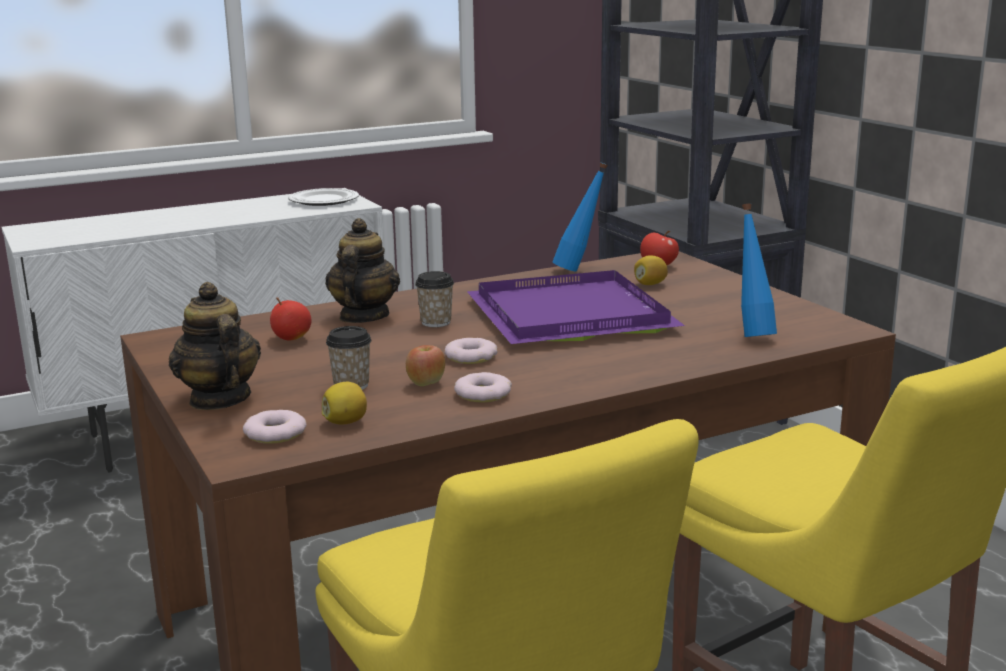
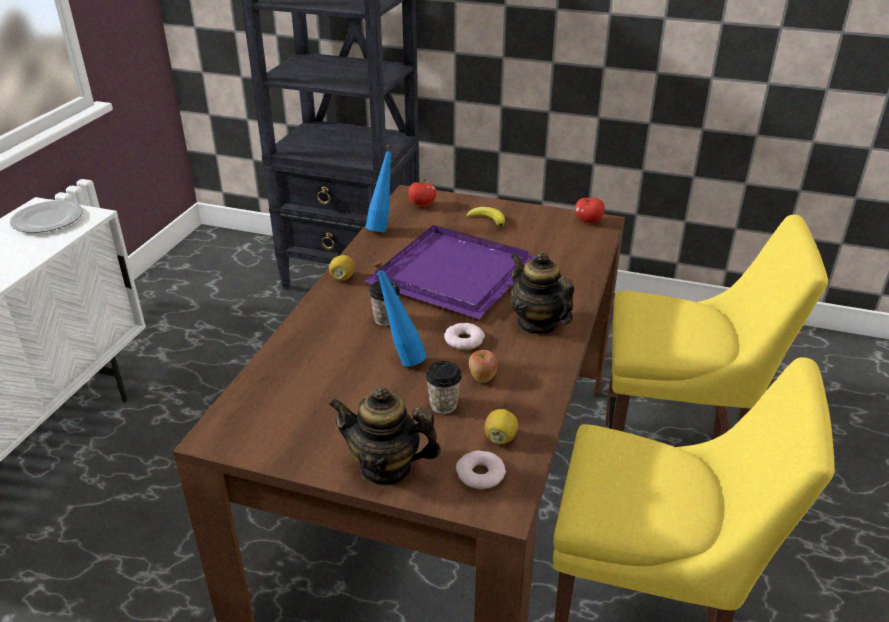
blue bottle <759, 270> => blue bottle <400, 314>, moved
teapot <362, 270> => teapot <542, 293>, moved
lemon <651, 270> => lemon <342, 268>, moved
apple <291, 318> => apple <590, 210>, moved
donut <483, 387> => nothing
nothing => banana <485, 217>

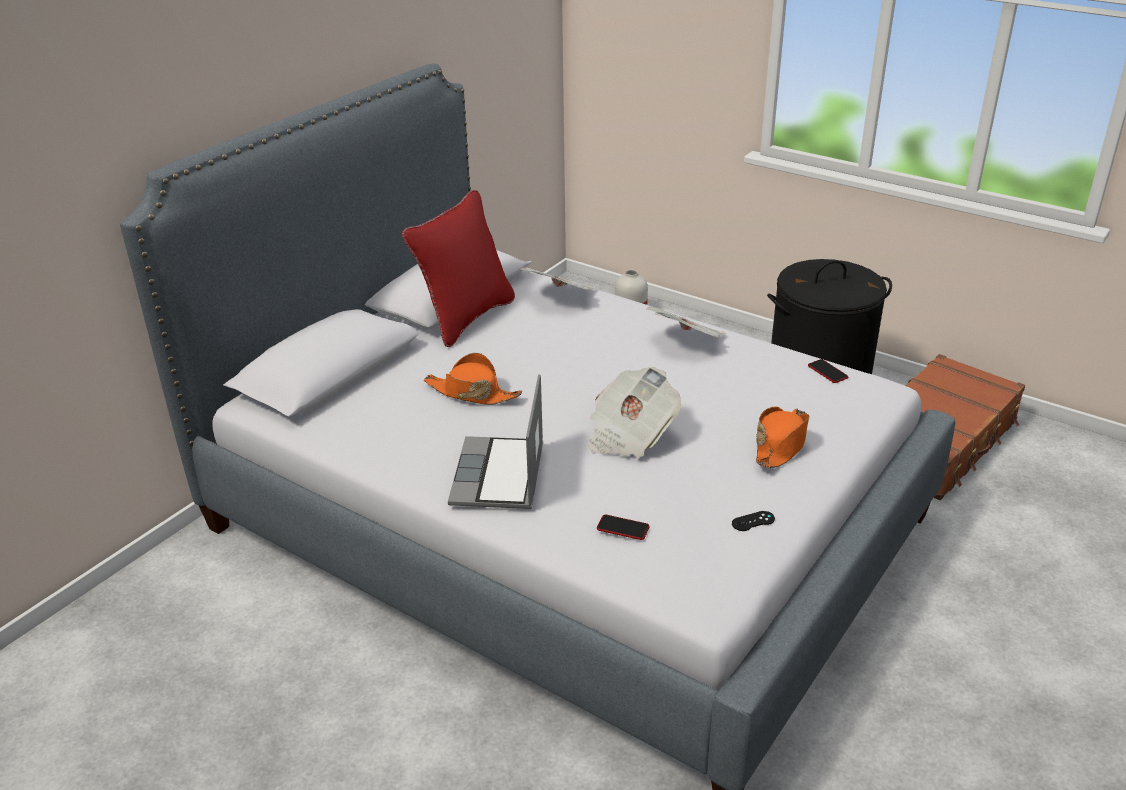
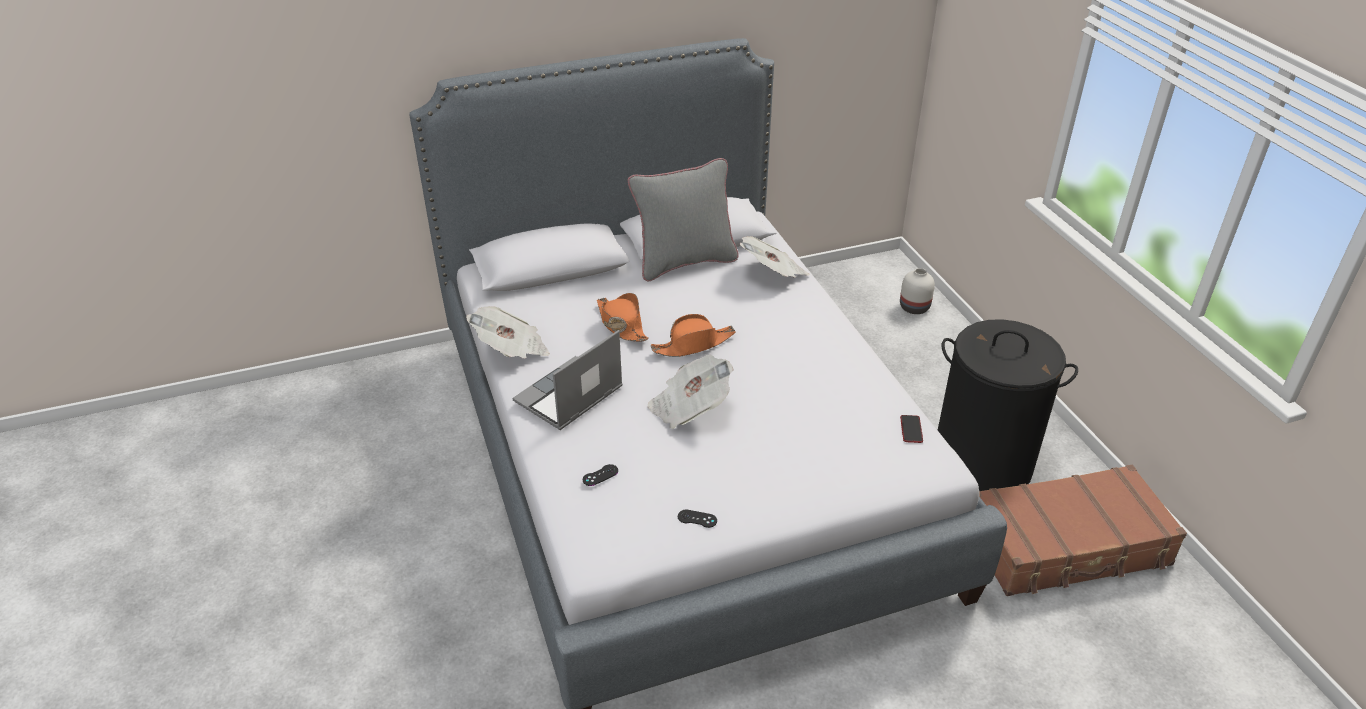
red pillow <458, 268> => grey pillow <683, 219>
newspaper <686, 322> => newspaper <508, 332>, moved
orange hat <783, 437> => orange hat <693, 335>, moved
phone <623, 527> => black game controller <600, 475>

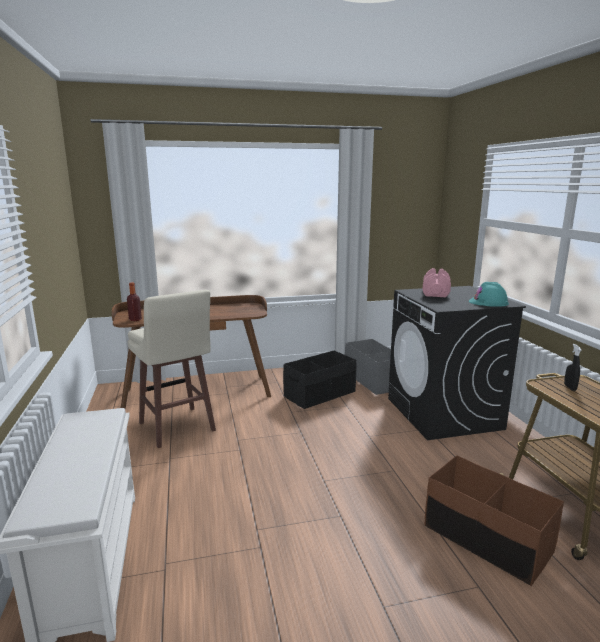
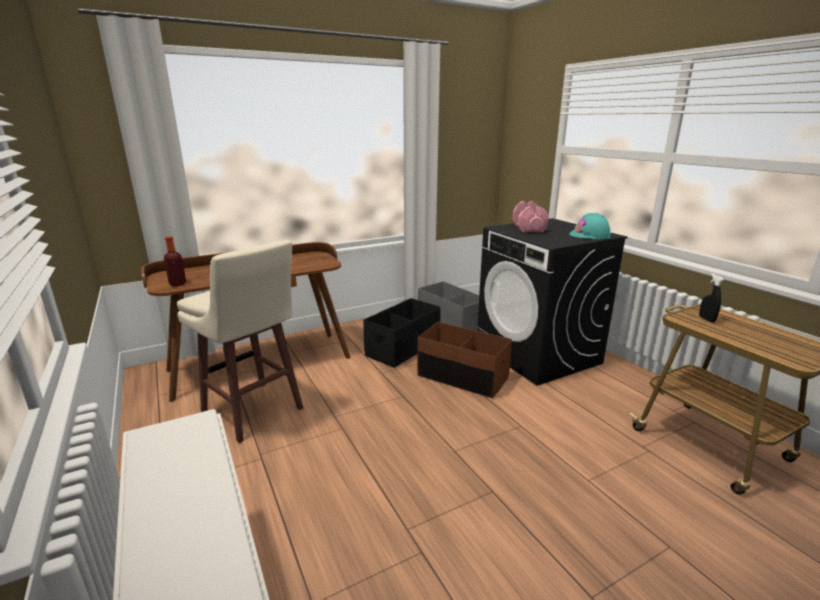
brown storage box <494, 521> => brown storage box <464, 360>, moved

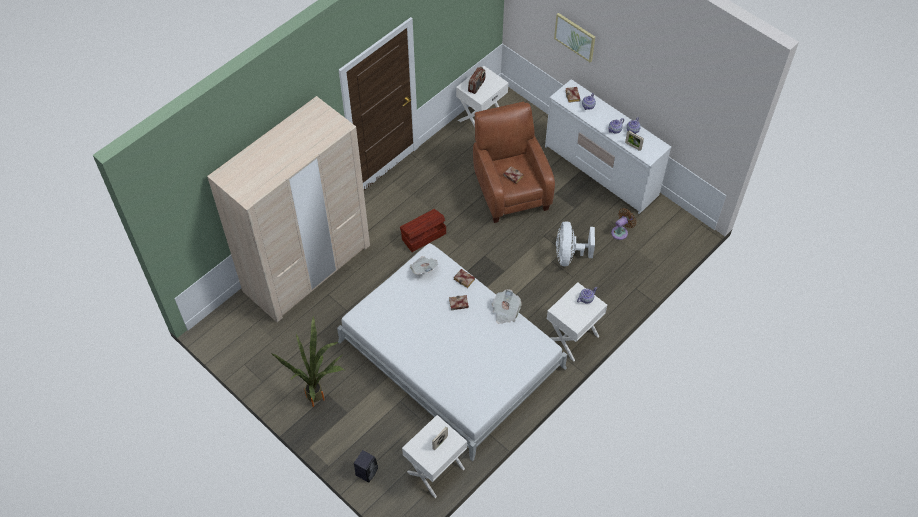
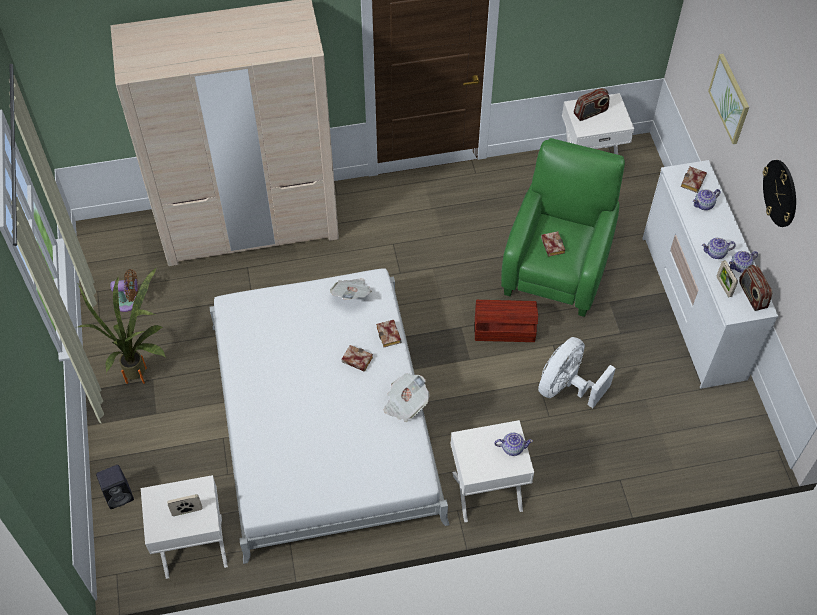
brown armchair <514, 162> => green armchair <563, 227>
brown fan <623, 224> => brown fan <124, 290>, moved
brown storage box <423, 230> => brown storage box <506, 321>, moved
nothing => wall clock <779, 193>
nothing => radio <755, 288>

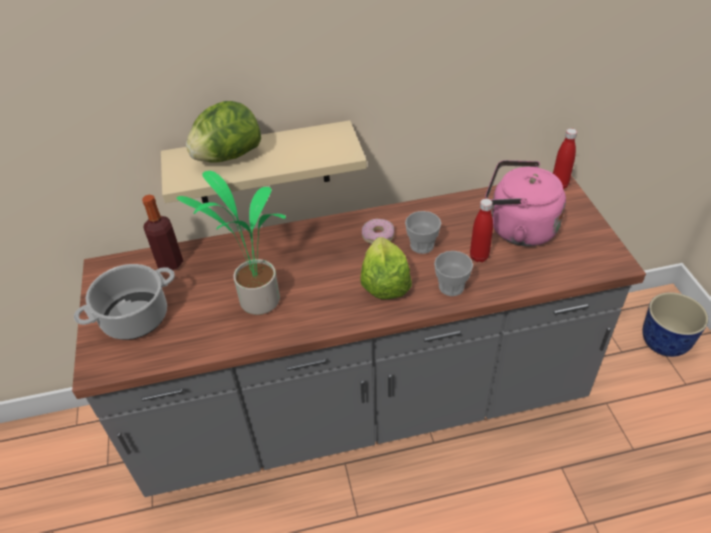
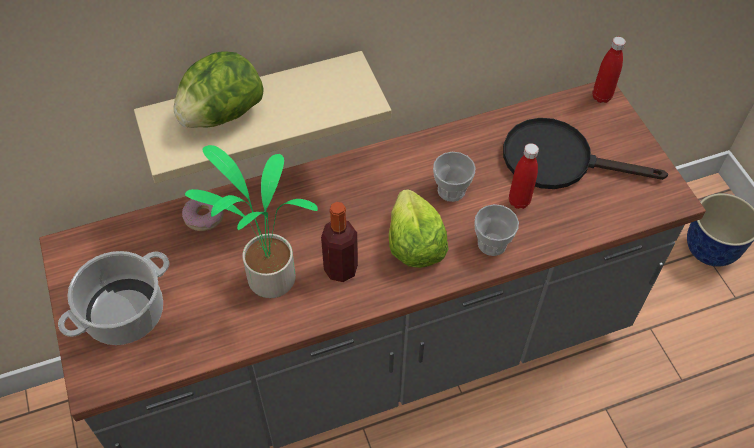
pink kettle <525, 203> => black frying pan <585, 153>
bottle <162, 232> => bottle <339, 242>, moved
donut <378, 231> => donut <203, 215>, moved

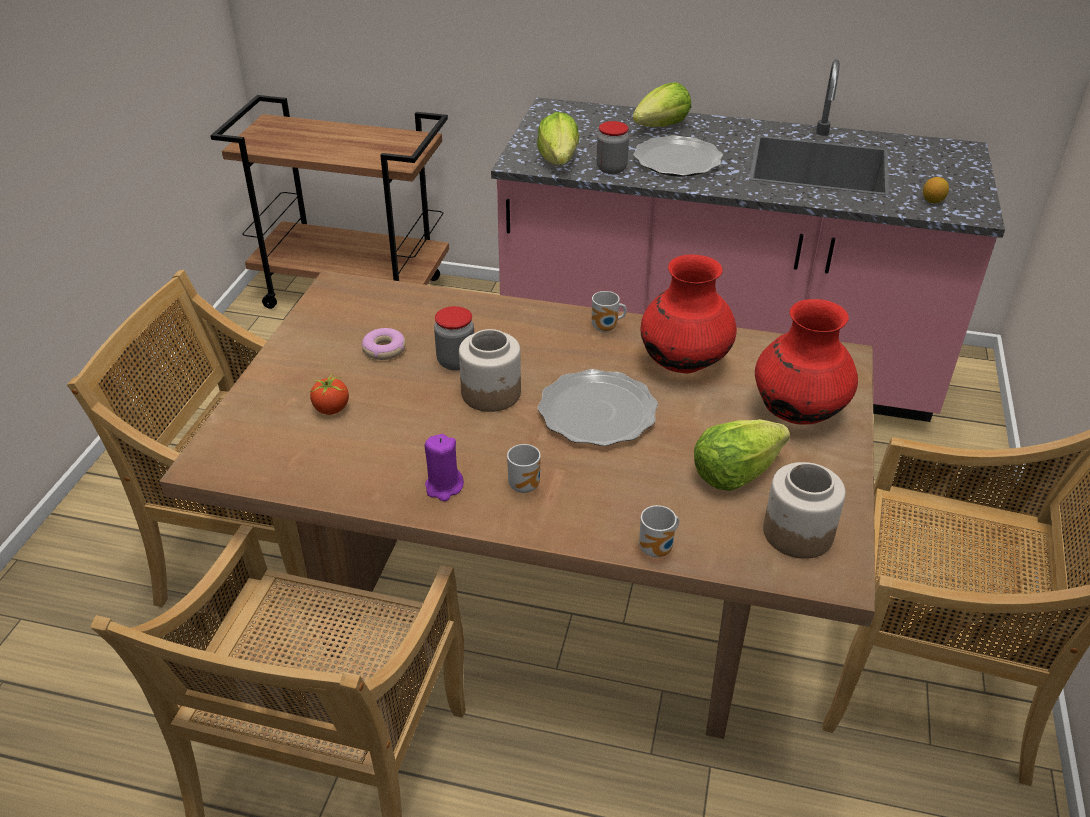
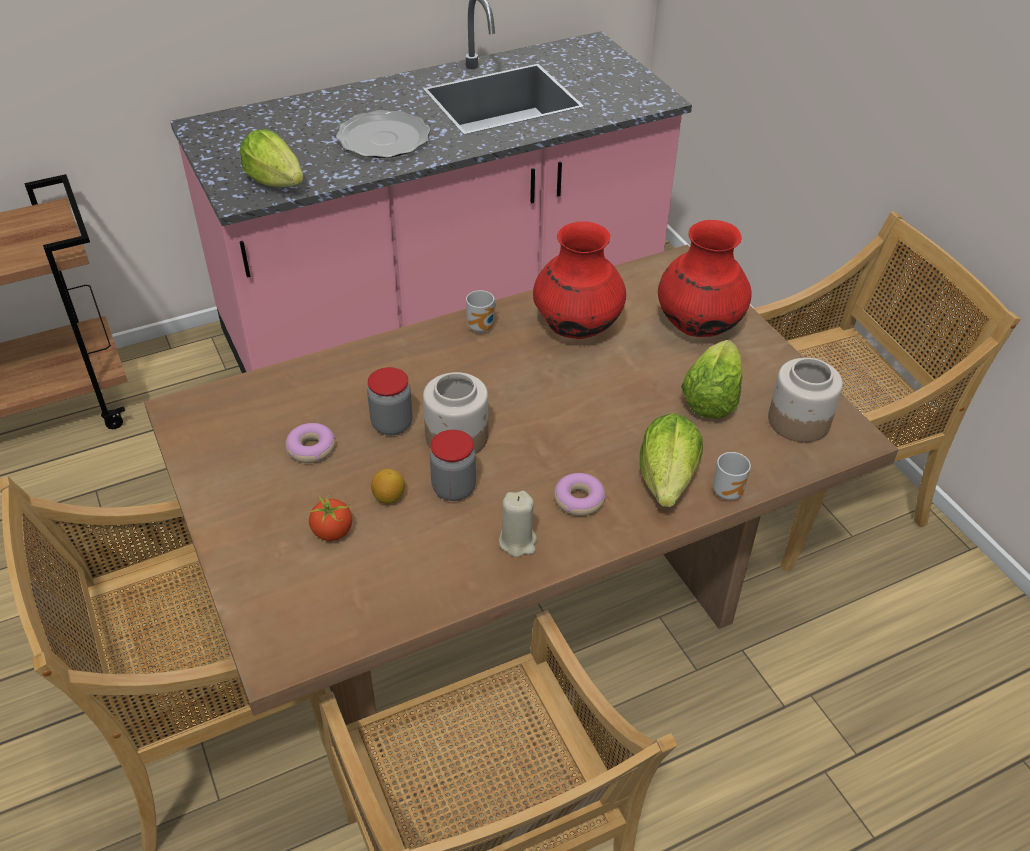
lettuce <662, 104> => lettuce <671, 460>, moved
jar <612, 147> => jar <453, 465>, moved
lemon <936, 190> => lemon <388, 486>, moved
plate <598, 407> => nothing
purple candle <444, 467> => beige candle <518, 524>
mug <524, 468> => donut <580, 494>

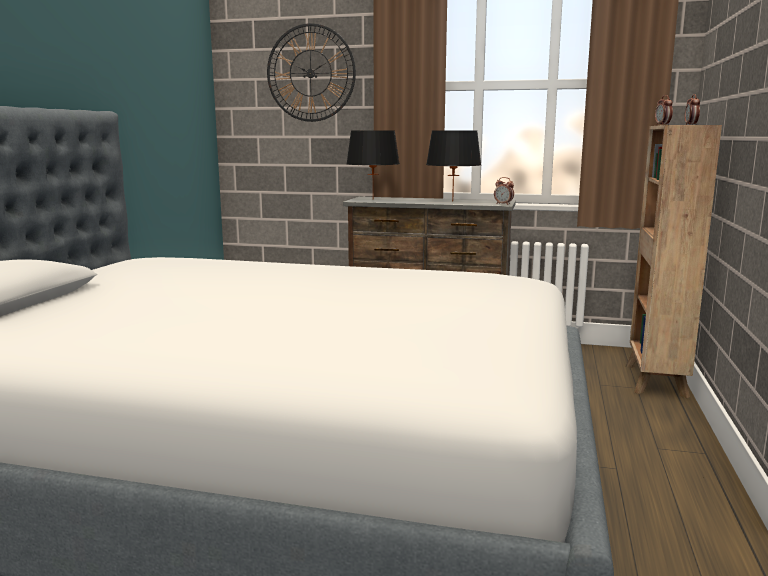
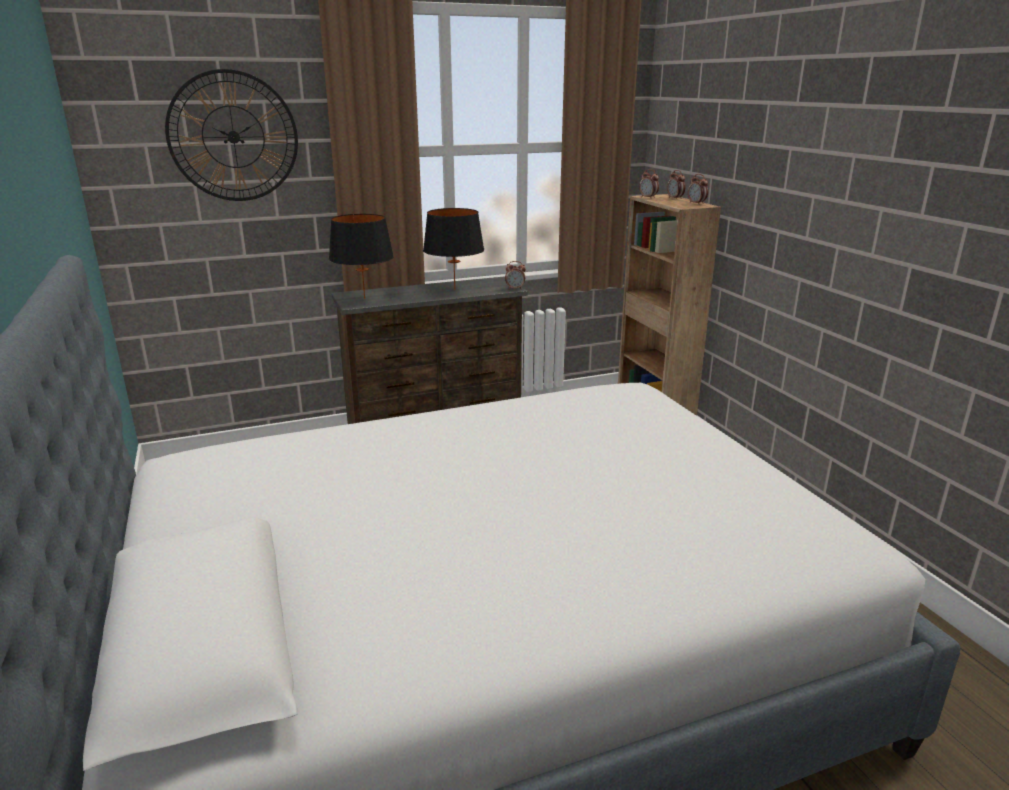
nothing => alarm clock <698, 189>

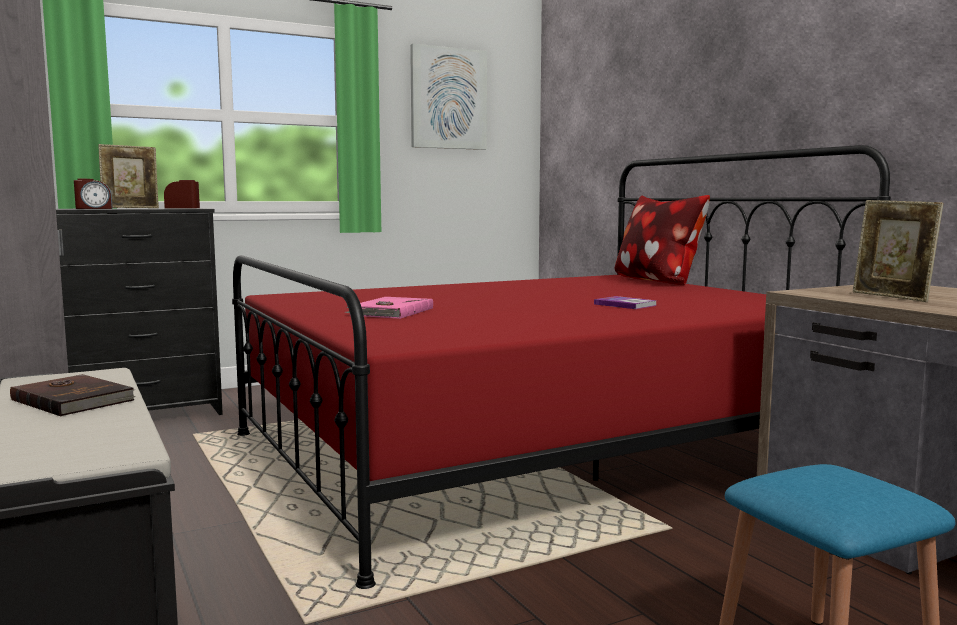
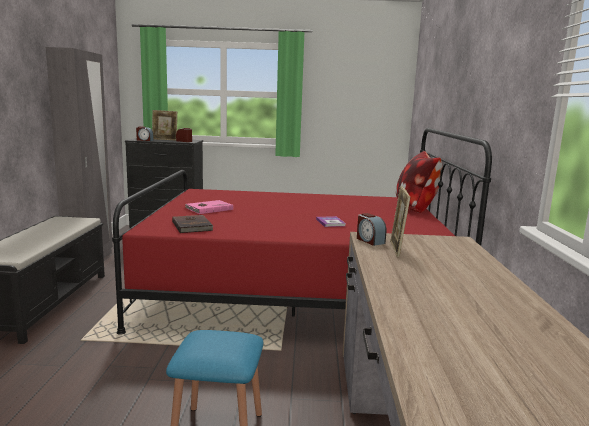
picture <448, 97> => nothing
brown book <73, 395> => brown book <192, 224>, moved
nothing => alarm clock <371, 229>

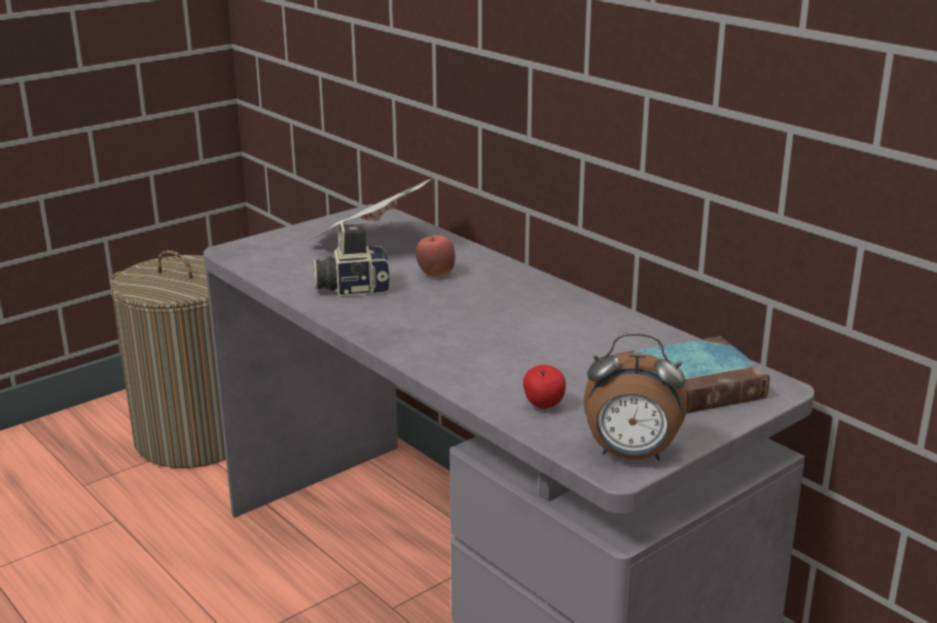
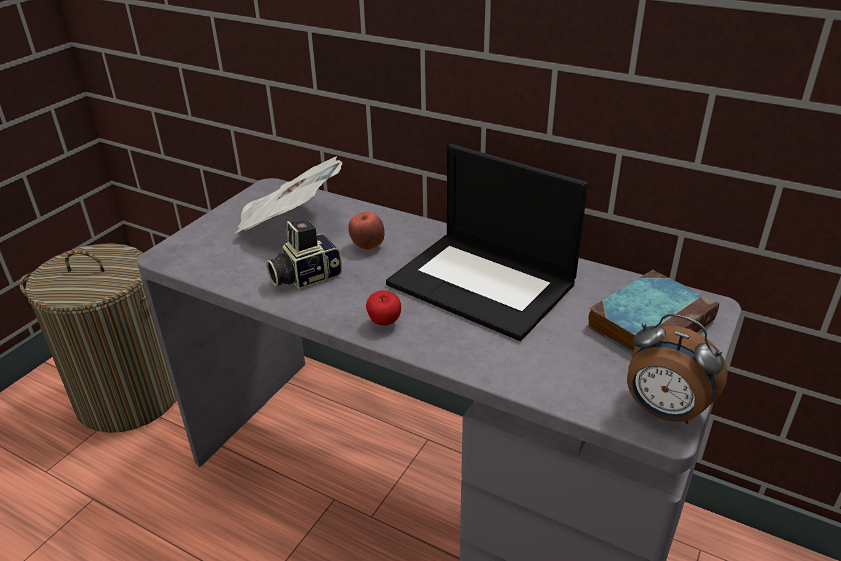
alarm clock <635, 396> => alarm clock <677, 369>, 45 degrees clockwise
apple <544, 387> => apple <383, 308>, moved
nothing => laptop <487, 242>

